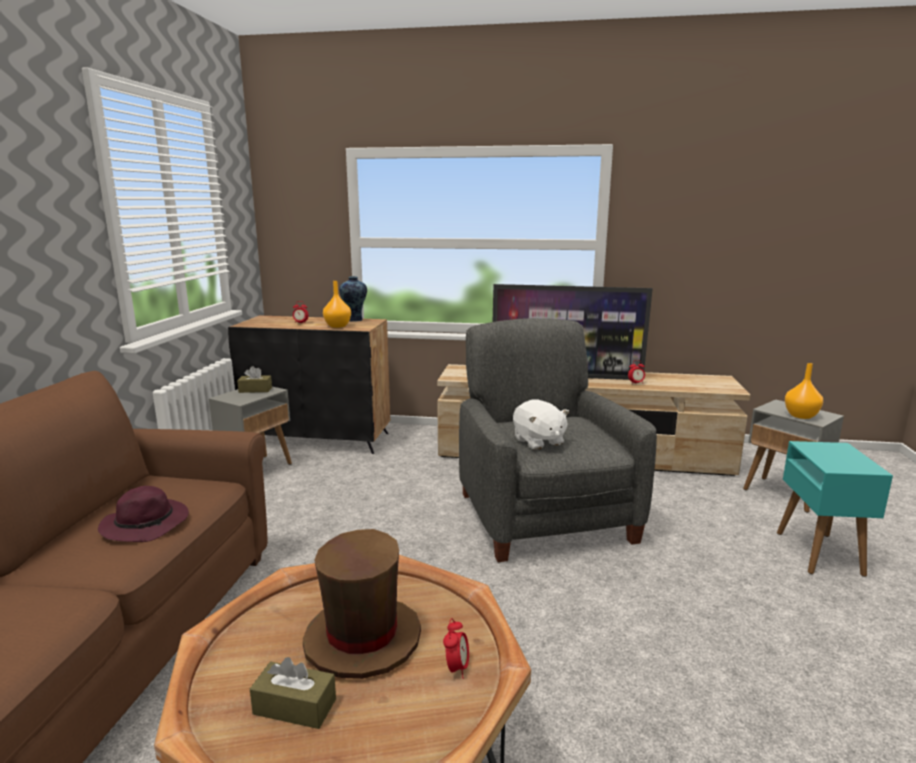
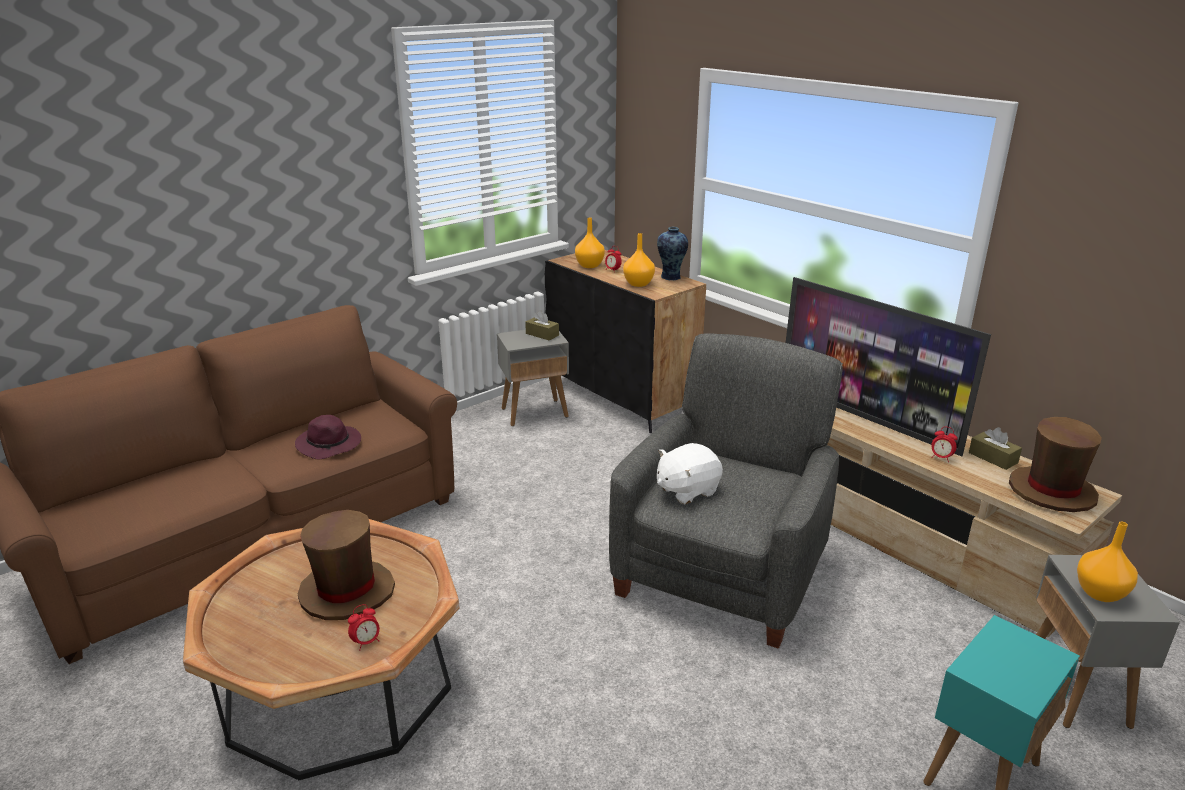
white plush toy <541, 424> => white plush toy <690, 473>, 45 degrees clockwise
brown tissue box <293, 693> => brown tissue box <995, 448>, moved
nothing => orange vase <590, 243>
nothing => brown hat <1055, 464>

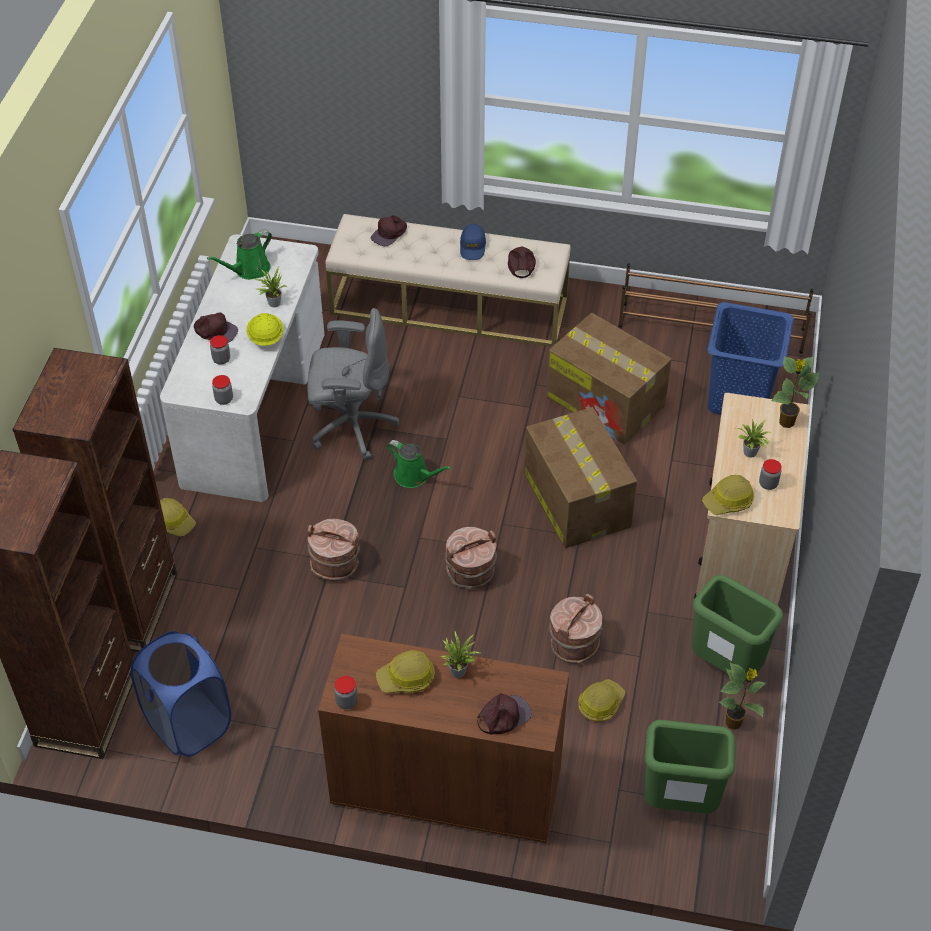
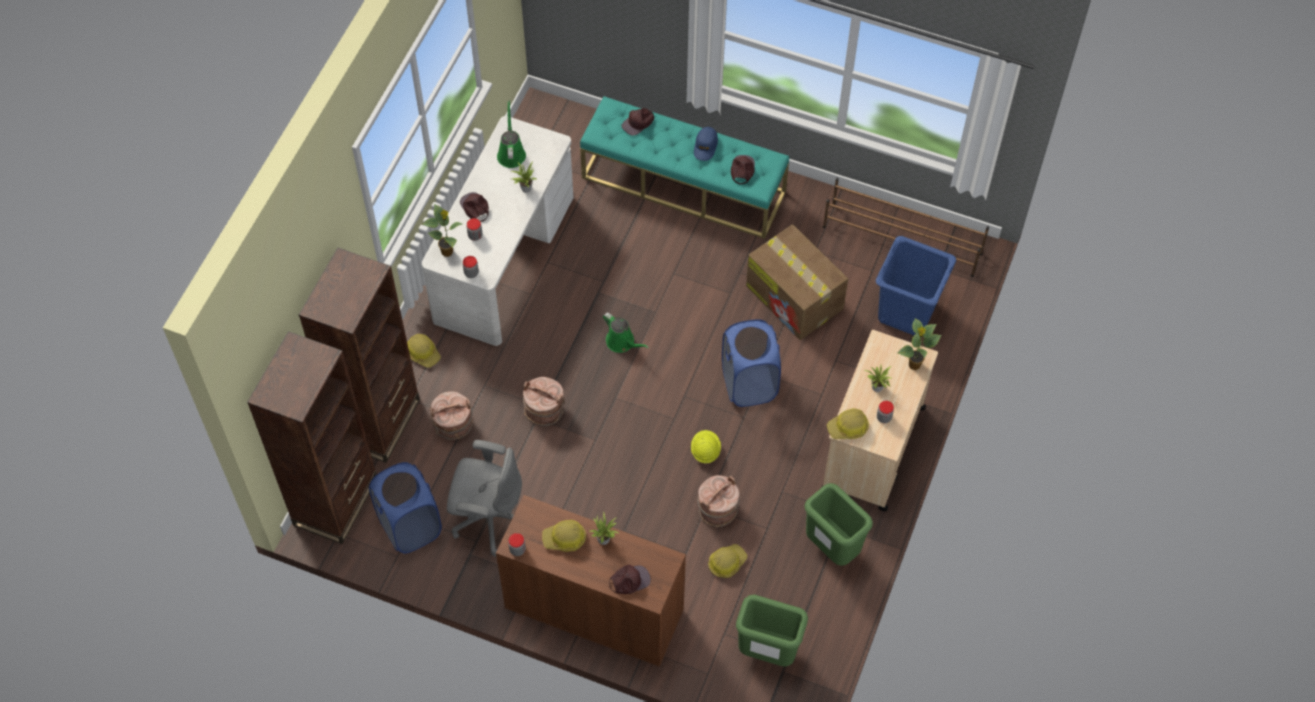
beige bench <448, 280> => turquoise bench <684, 167>
green watering can <239, 255> => green watering can <511, 134>, 120 degrees clockwise
grey office chair <353, 384> => grey office chair <484, 498>, moved
brown cap <216, 328> => brown cap <474, 207>, 150 degrees counterclockwise
yellow hard hat <265, 329> => yellow hard hat <706, 447>, moved
cardboard box <580, 477> => blue laundry basket <751, 363>
brown bucket <471, 558> => brown bucket <451, 415>, moved
potted plant <742, 696> => potted plant <442, 230>, moved

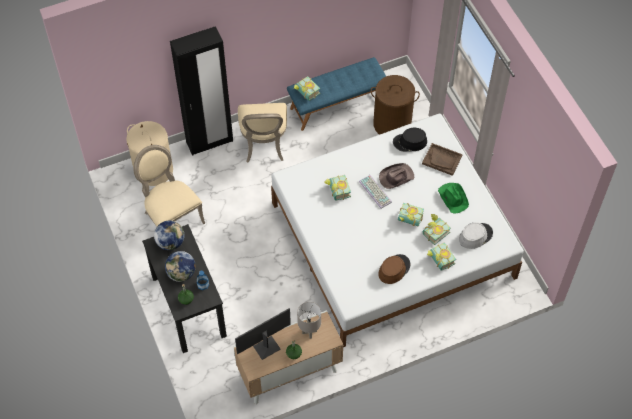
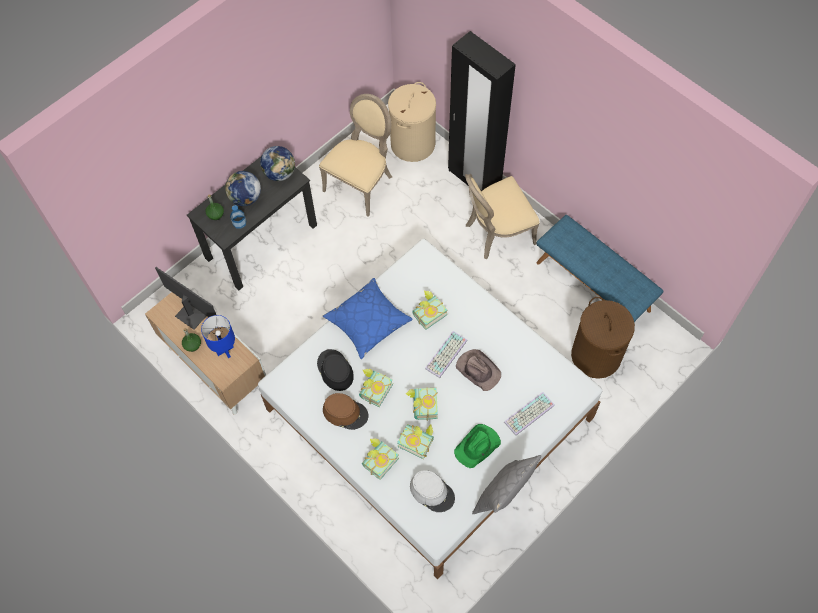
book <307, 88> => book <376, 388>, moved
black hat <410, 140> => black hat <335, 370>, moved
brown tray <442, 159> => keyboard <529, 414>
grey table lamp <309, 320> => blue table lamp <218, 336>
nothing => blue pillow <368, 318>
nothing => grey pillow <506, 484>

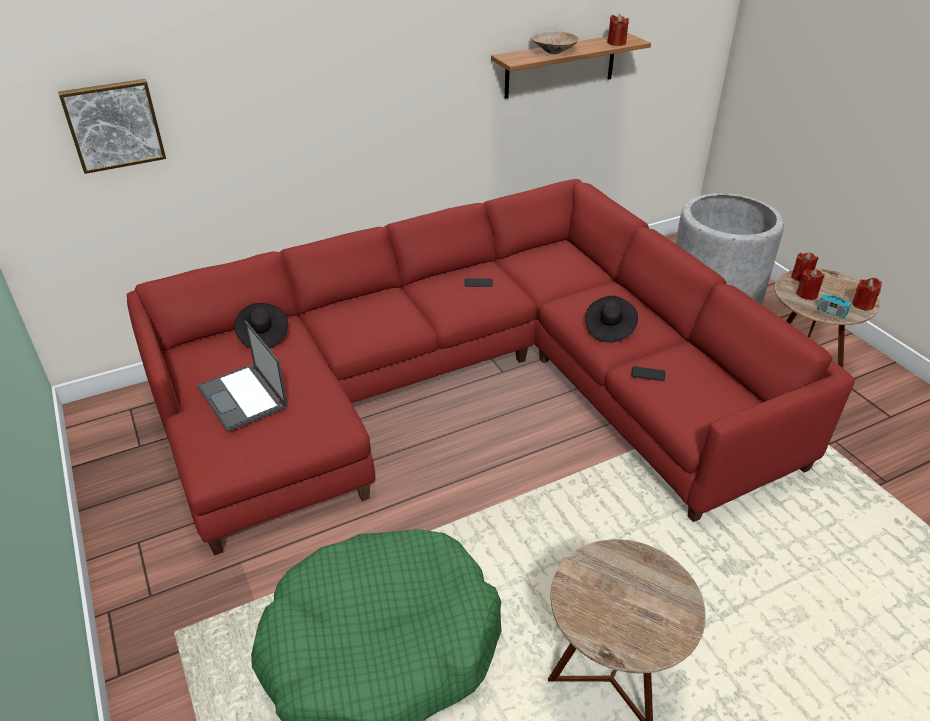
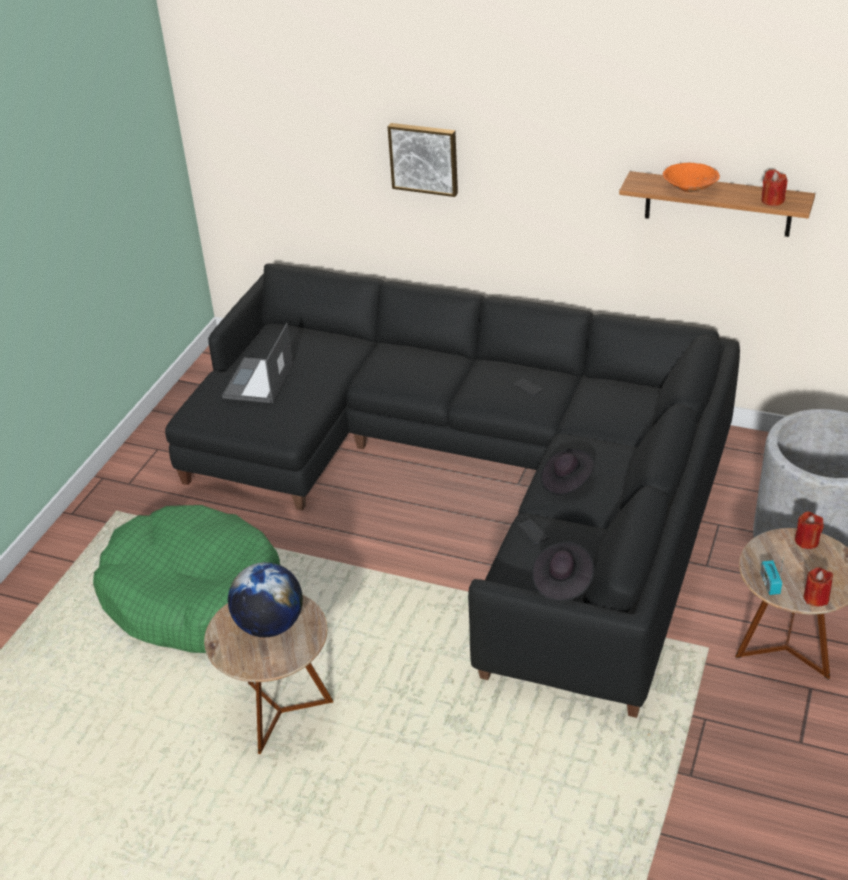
beige bowl <555, 42> => orange bowl <691, 177>
picture <112, 126> => picture <423, 160>, moved
red sofa <491, 367> => black sofa <452, 490>
red candle <810, 284> => nothing
black hat <261, 326> => black hat <563, 572>, moved
nothing => globe <265, 599>

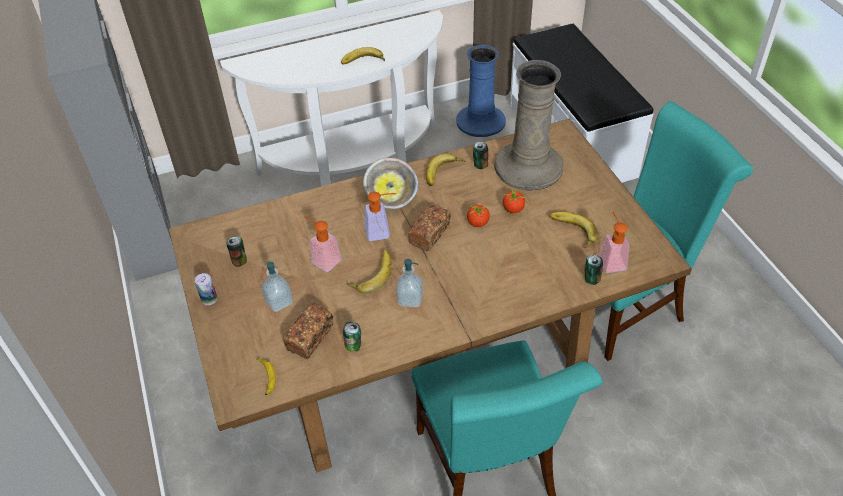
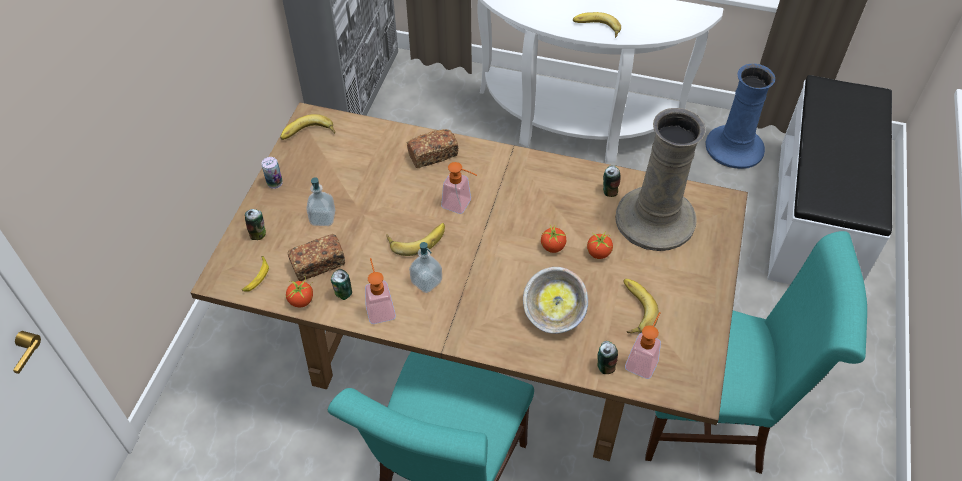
banana <445, 169> => banana <307, 127>, moved
bowl <390, 184> => bowl <555, 300>, moved
bread <429, 228> => bread <433, 148>, moved
soap dispenser <323, 244> => soap dispenser <380, 291>, moved
can <236, 251> => can <255, 224>, moved
nothing => tomato <299, 292>

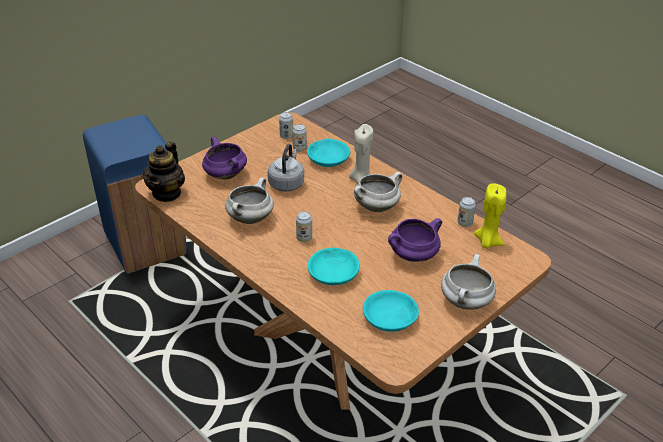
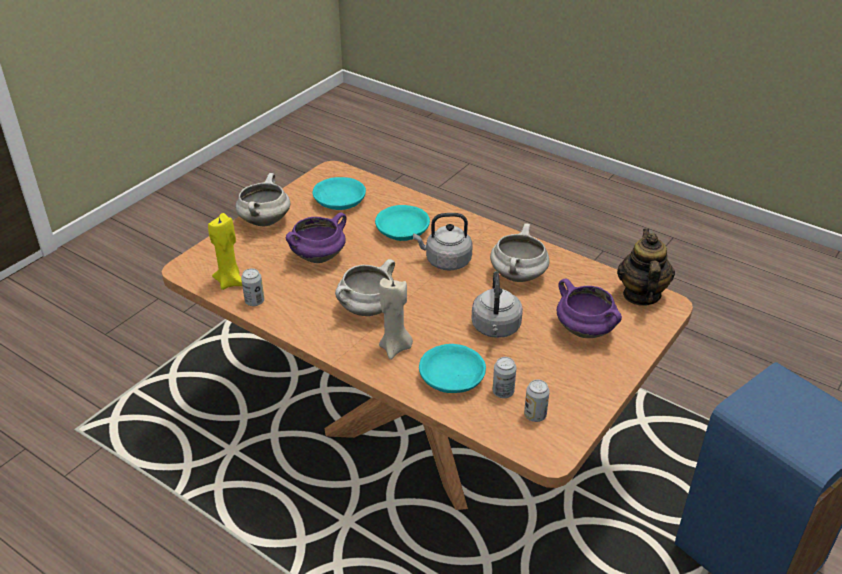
can <304, 226> => grey kettle <443, 242>

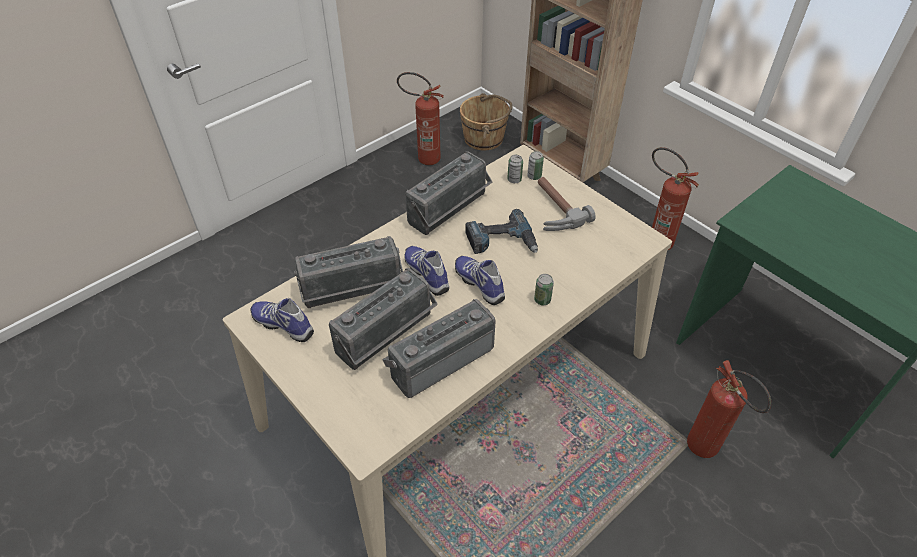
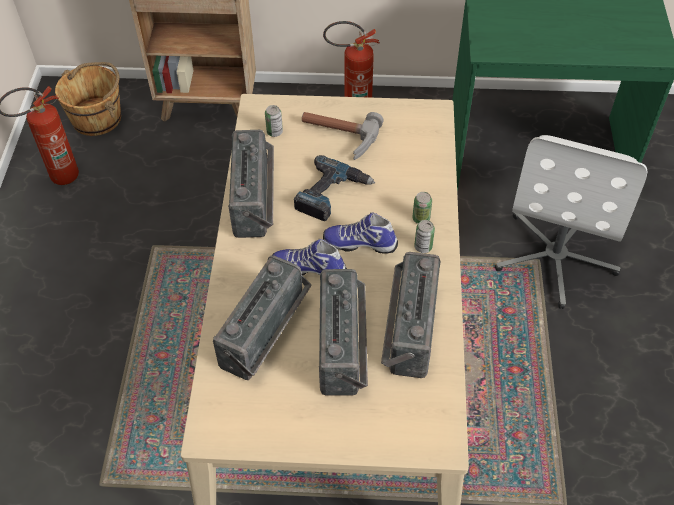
can <535, 165> => can <424, 236>, moved
shoe <282, 320> => nothing
fire extinguisher <729, 409> => white office chair <571, 222>

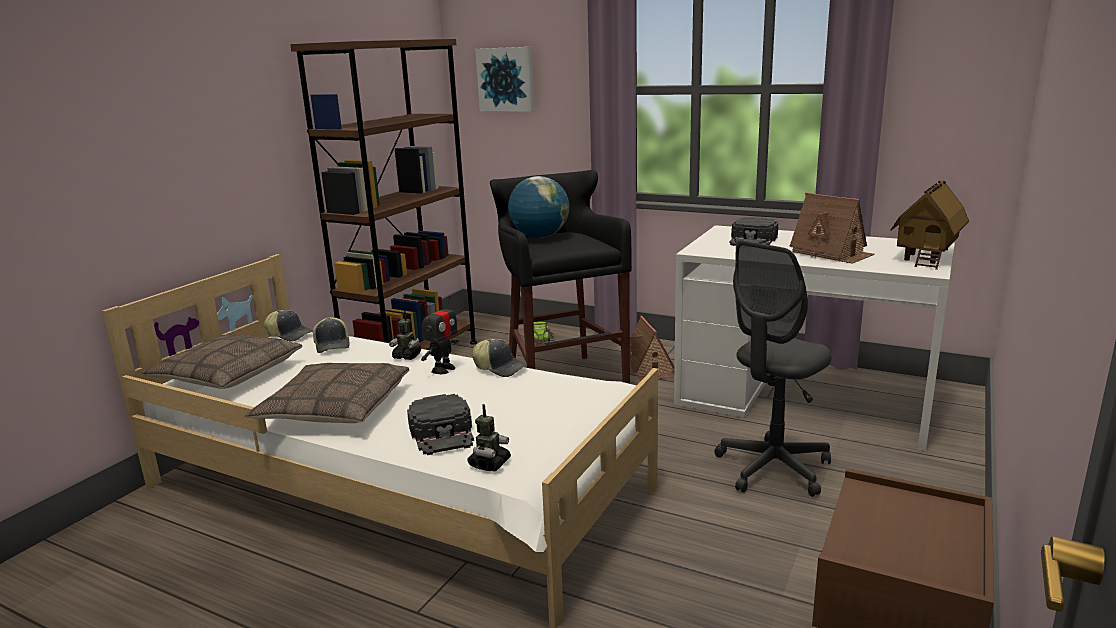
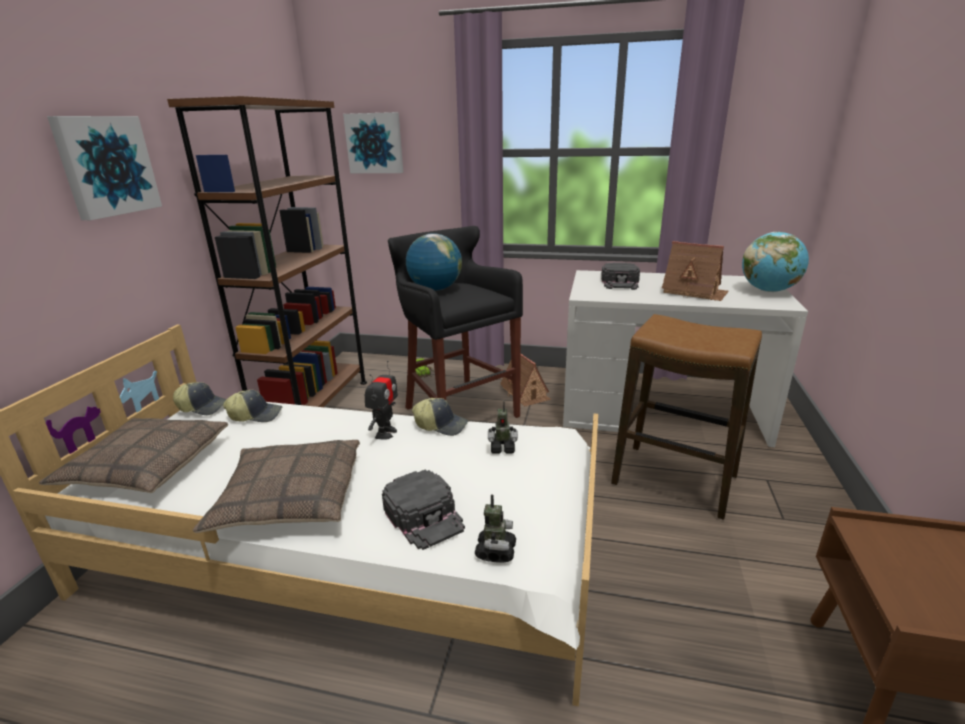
toy house <929, 225> => globe <775, 262>
grey office chair <773, 368> => stool <686, 417>
toy robot <405, 335> => toy robot <503, 427>, moved
cap <331, 335> => cap <253, 406>, 60 degrees counterclockwise
nothing => picture <104, 168>

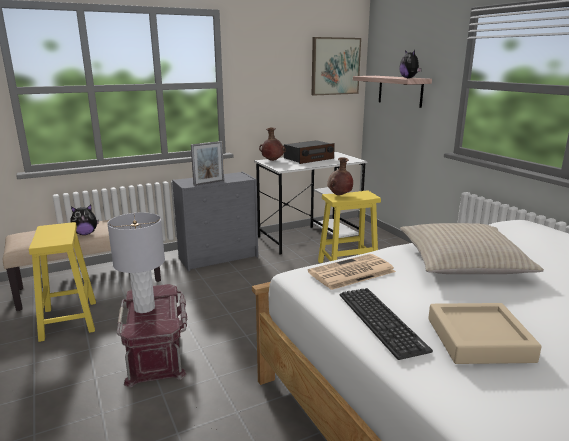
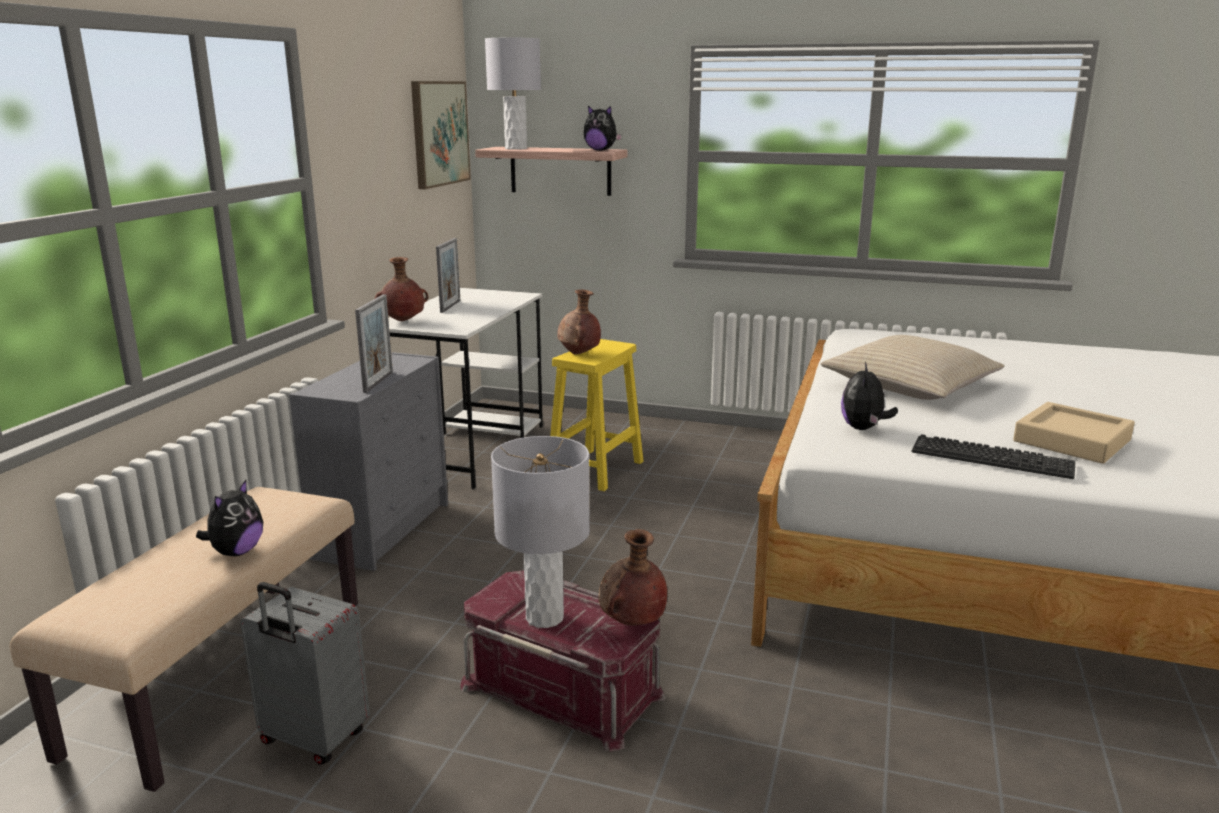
radio <309, 152> => picture frame <448, 275>
yellow stool <62, 282> => grey suitcase <305, 673>
newspaper <352, 272> => plush toy <869, 396>
nothing => grey table lamp <513, 94>
nothing => brown vase <632, 577>

